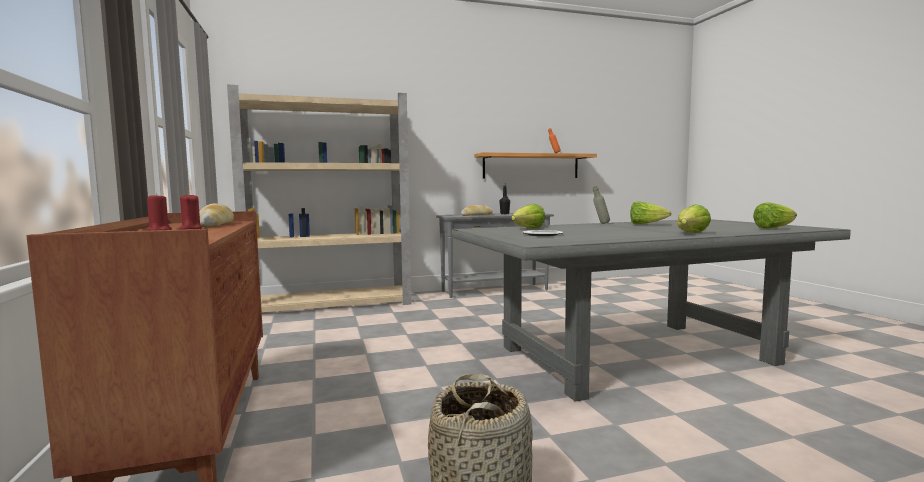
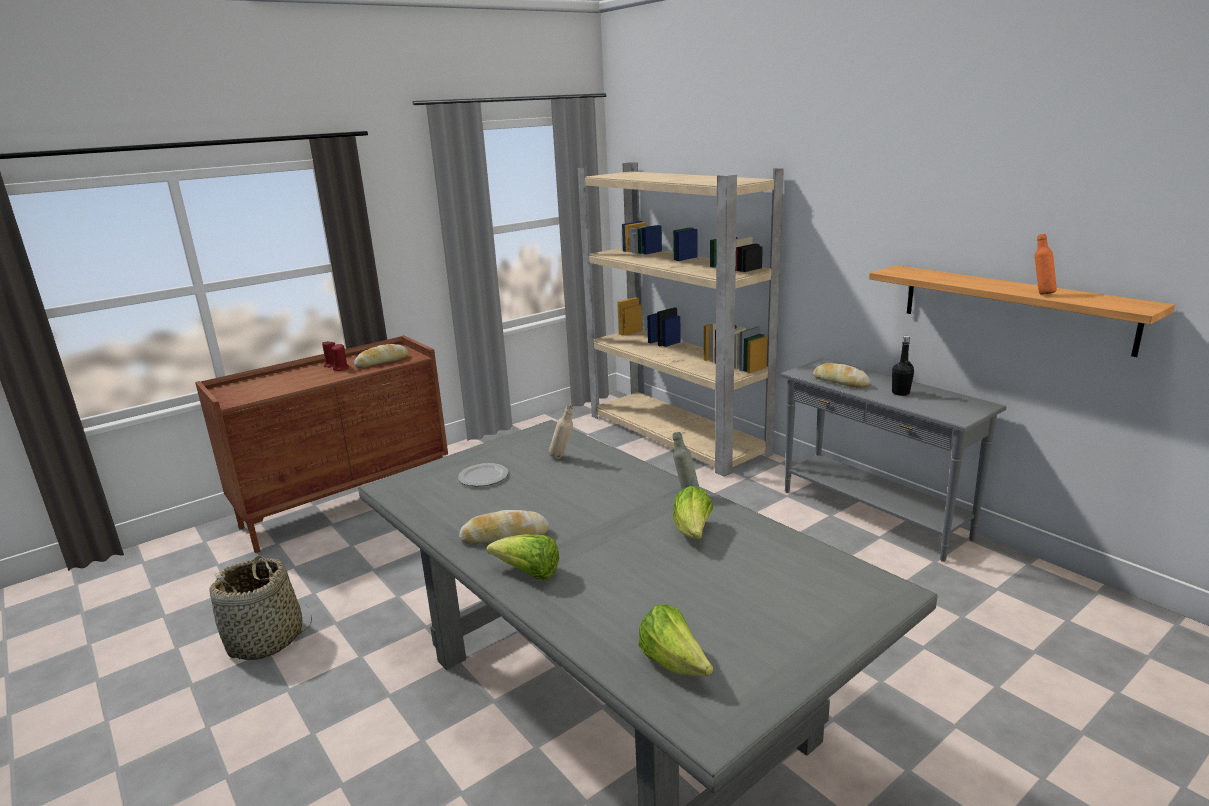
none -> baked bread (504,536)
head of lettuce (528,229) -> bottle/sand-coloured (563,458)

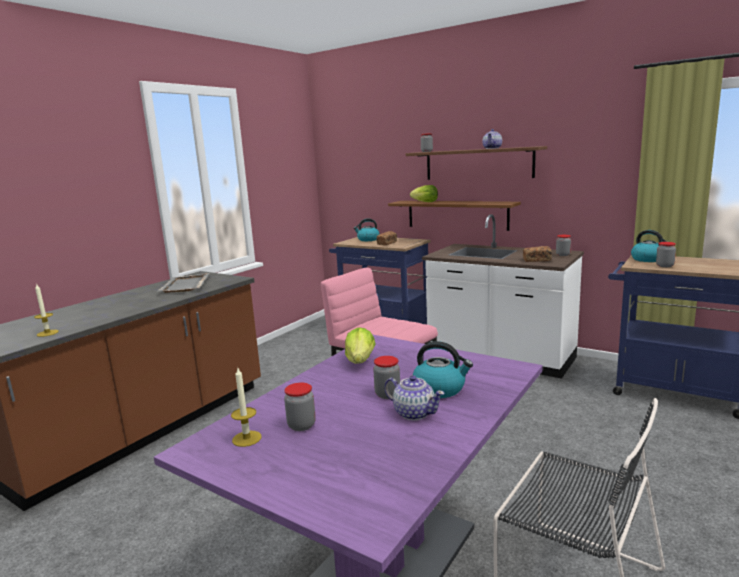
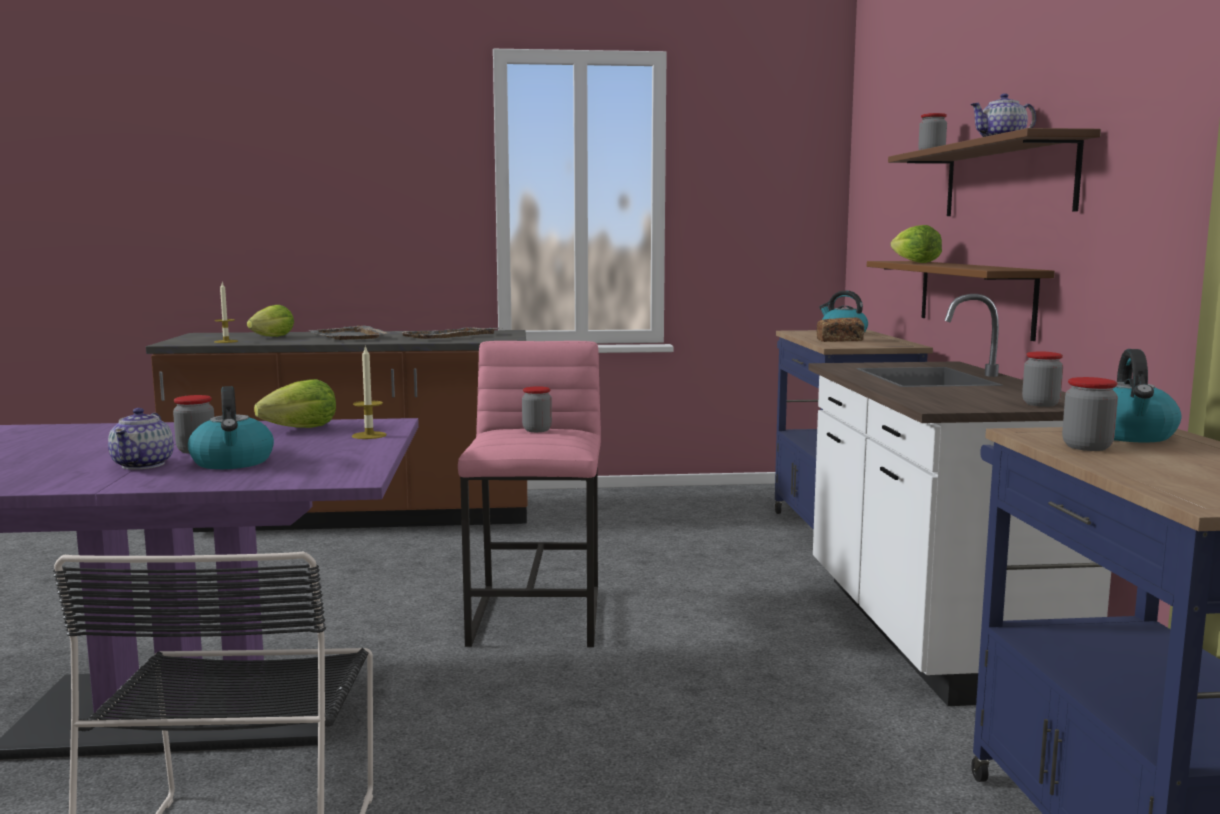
baked bread (537,260) -> none
none -> head of lettuce (273,337)
none -> tray/greyish (348,336)
candle (246,438) -> candle (369,435), moved
jar (301,425) -> jar (537,430), moved

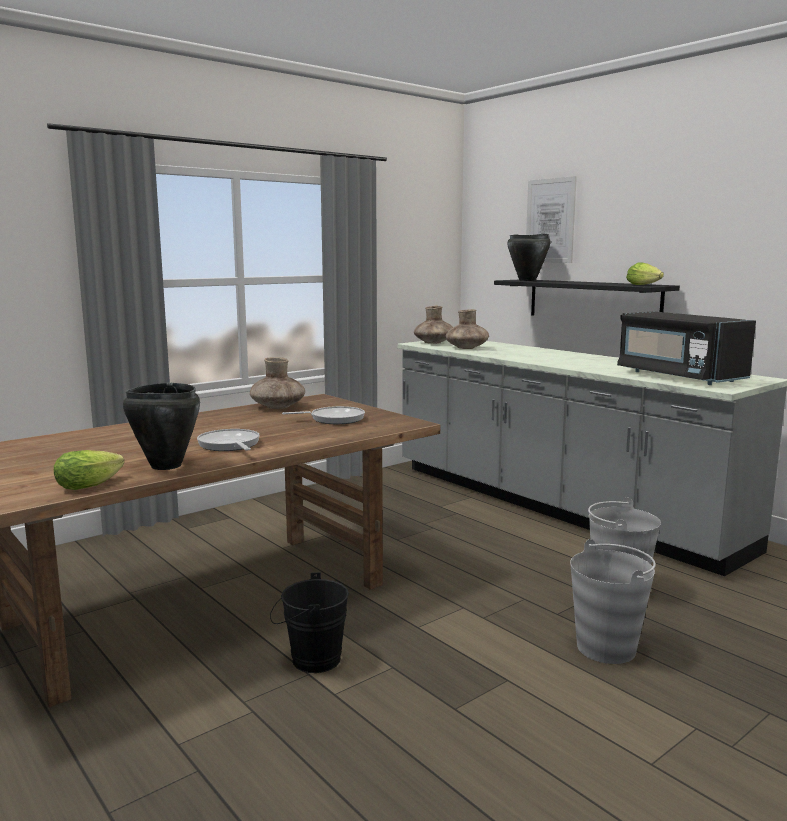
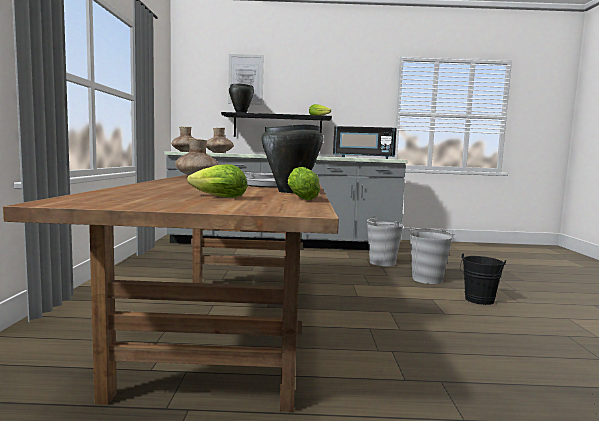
none -> head of lettuce (215,197)
water bucket/black (310,660) -> water bucket/black (478,301), moved

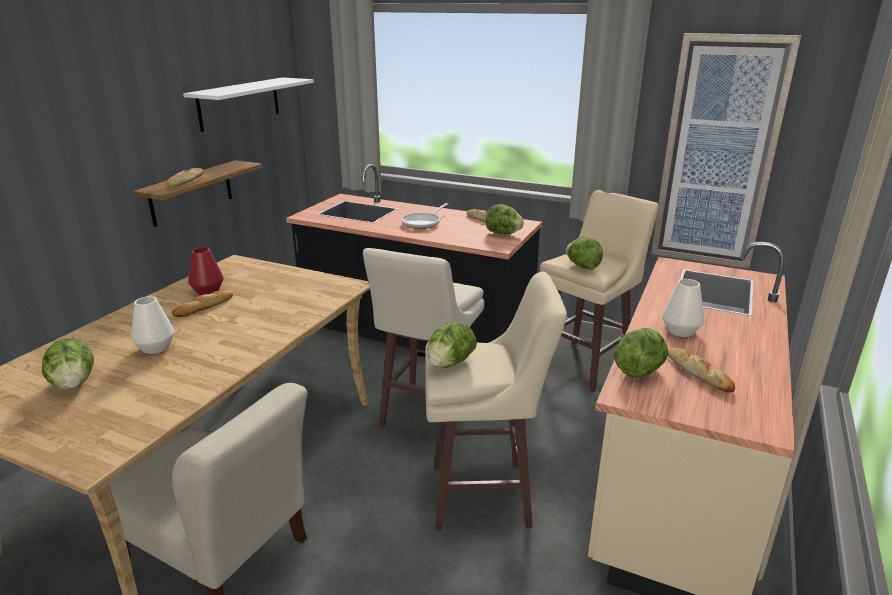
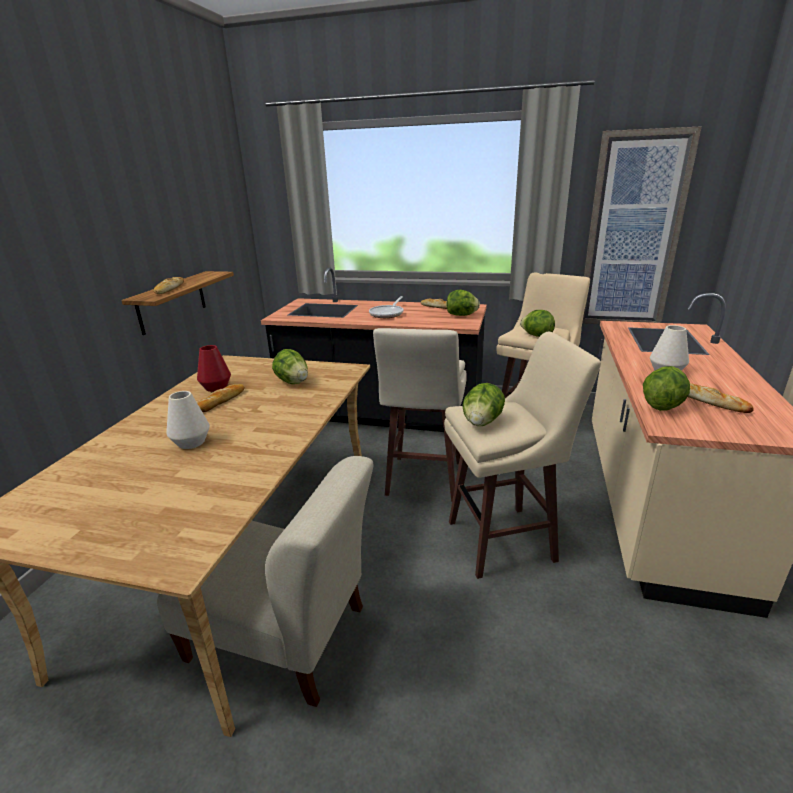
wall shelf/whitish (239,103) -> none
head of lettuce (74,384) -> head of lettuce (293,382), moved

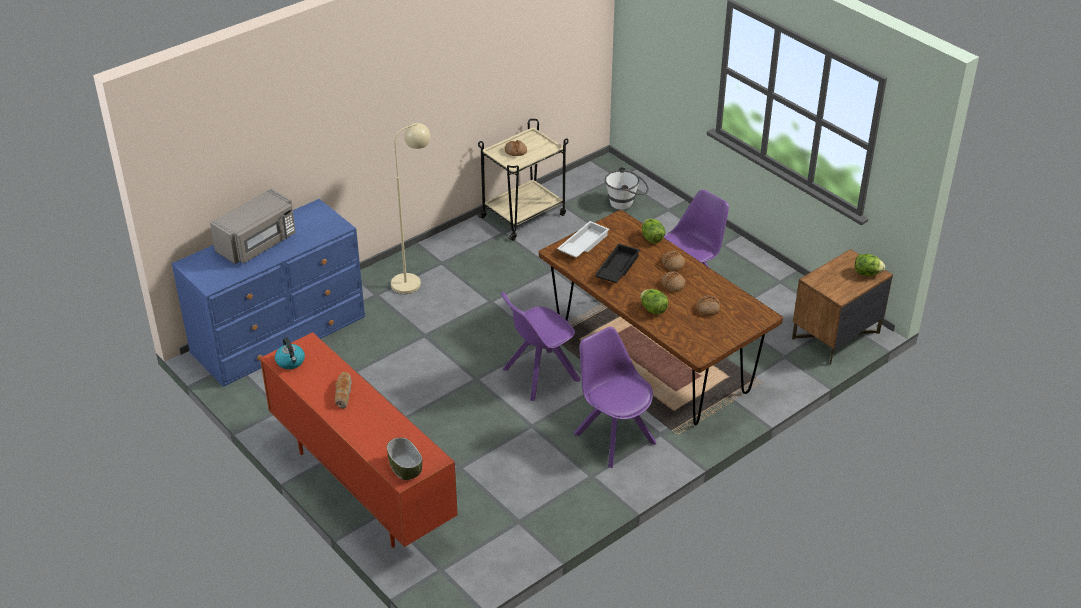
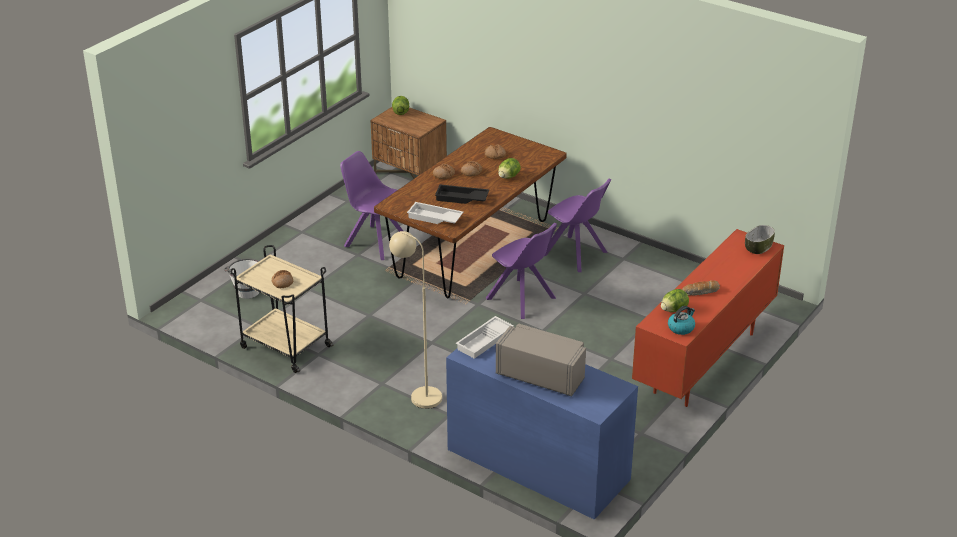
none -> tray/whitish (485,341)
head of lettuce (652,239) -> head of lettuce (674,310), moved
chair/purplish (613,437) -> chair/purplish (575,254), 90 degrees counterclockwise

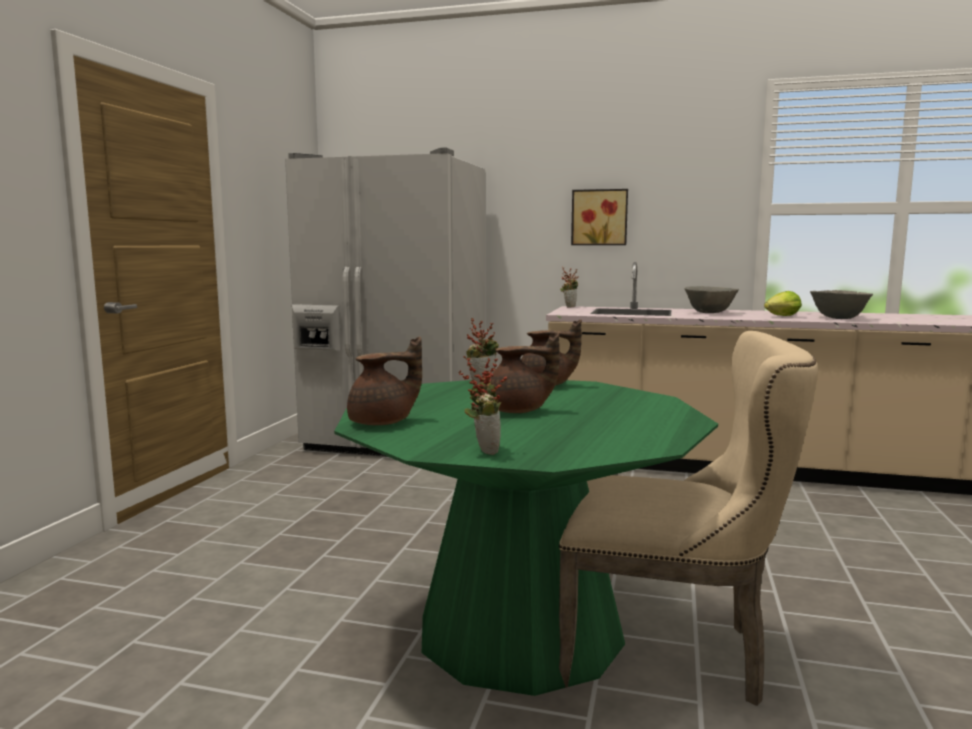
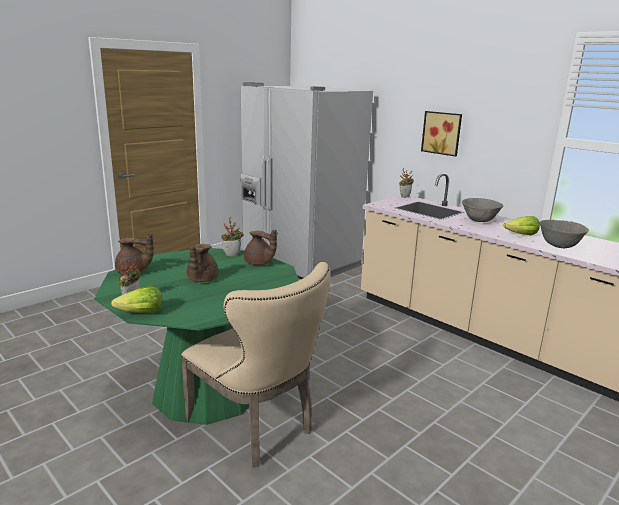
none -> head of lettuce (141,313)
pot for tea/brown-coloured (518,411) -> pot for tea/brown-coloured (201,279), 75 degrees clockwise

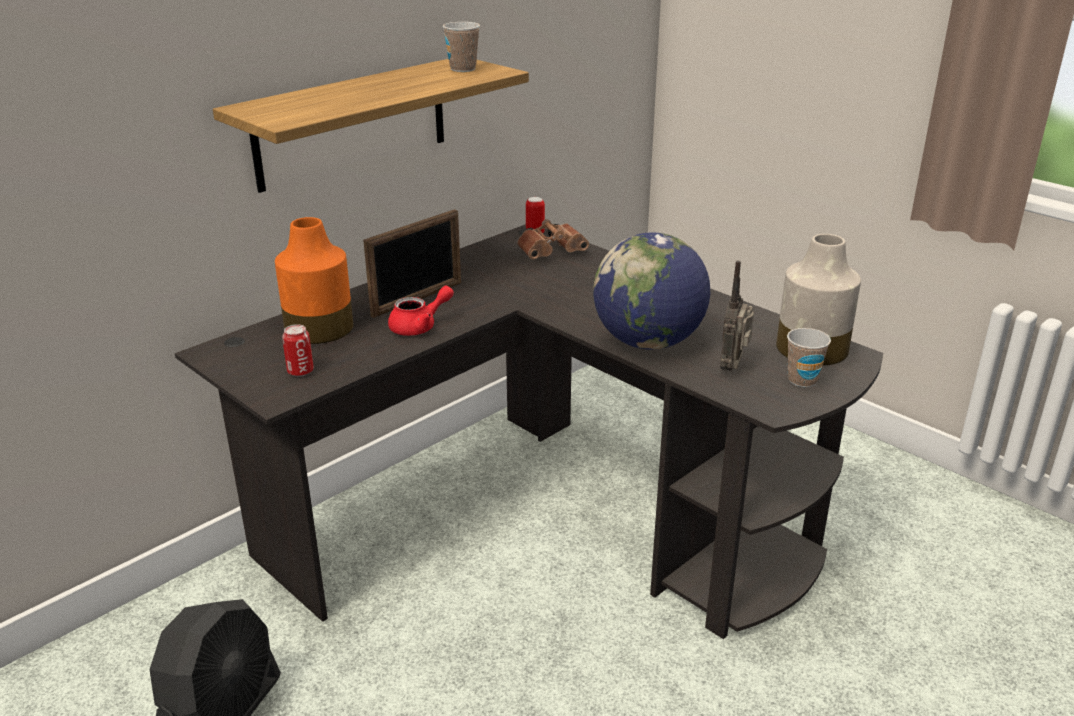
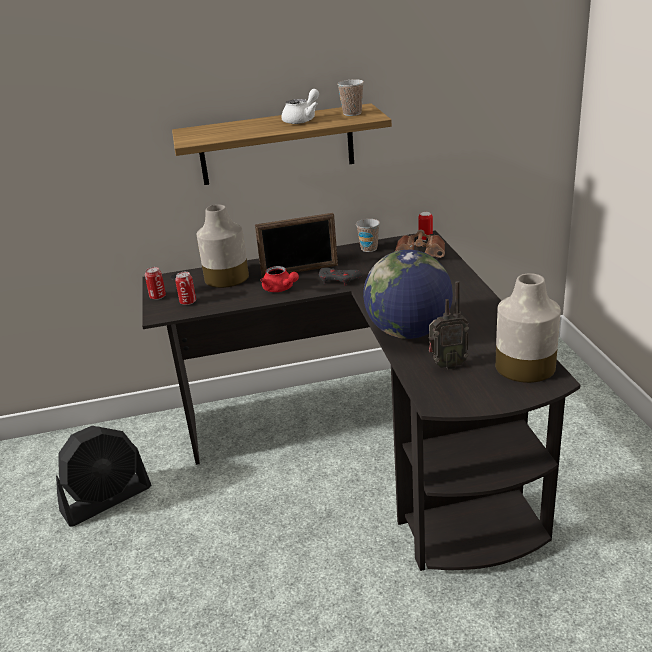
none -> sealed can (157,296)
none -> pot for tea/whitish (302,120)
none -> joypad/greyish (338,279)
drinking cup (802,380) -> drinking cup (369,249), moved
vase/orange-coloured (318,327) -> vase/sand-coloured (226,277)
pot for tea/reddish (419,327) -> pot for tea/reddish (280,289), 45 degrees clockwise
radio set (734,367) -> radio set (447,365), 150 degrees counterclockwise

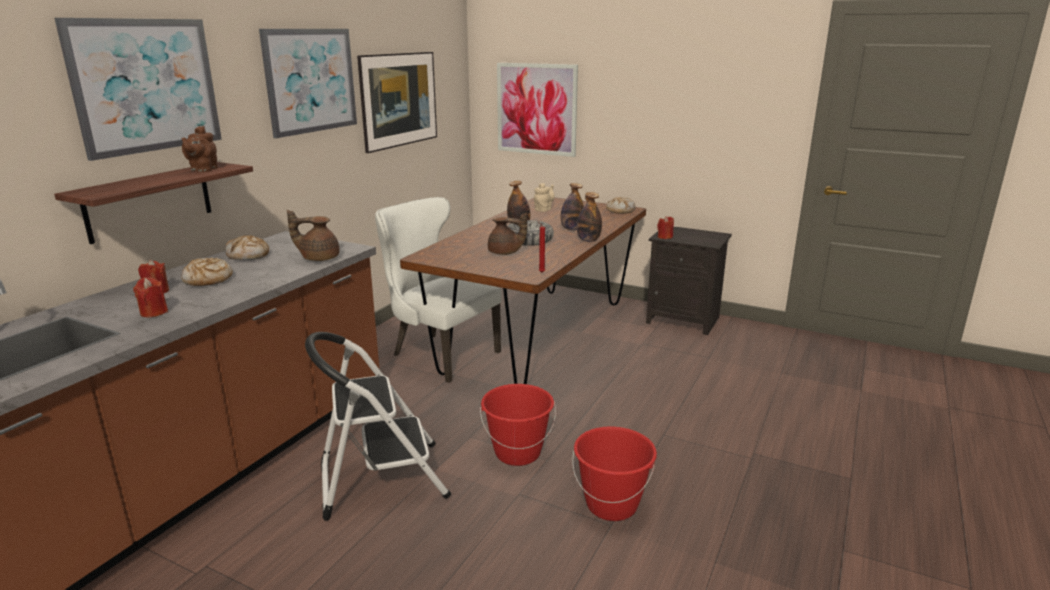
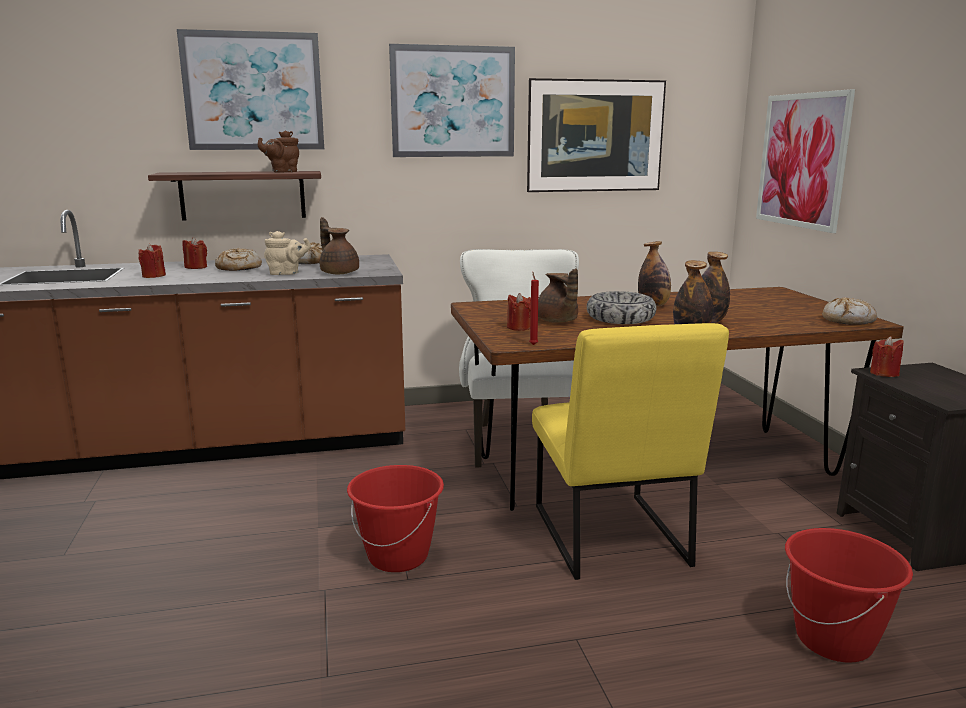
step stool (378,480) -> none
none -> candle/reddish (518,327)
none -> chair/yellow-coloured (610,537)
pot for tea/sand-coloured (544,209) -> pot for tea/sand-coloured (287,273), moved
water bucket/reddish (612,505) -> water bucket/reddish (834,640), moved

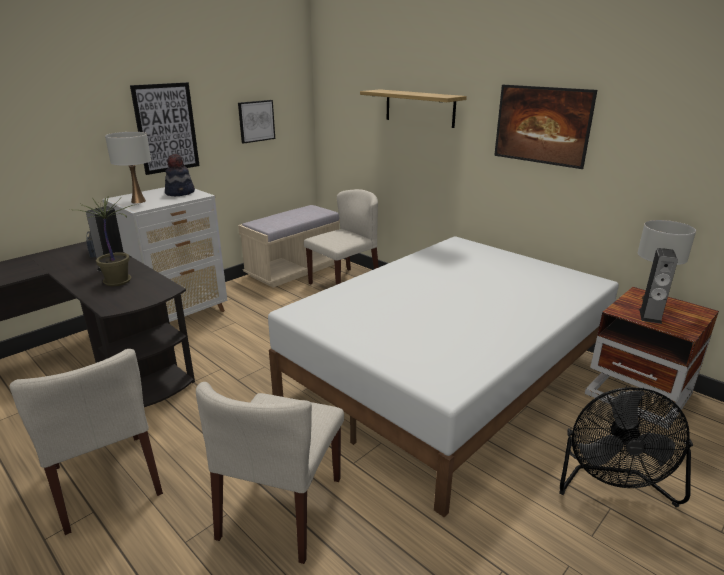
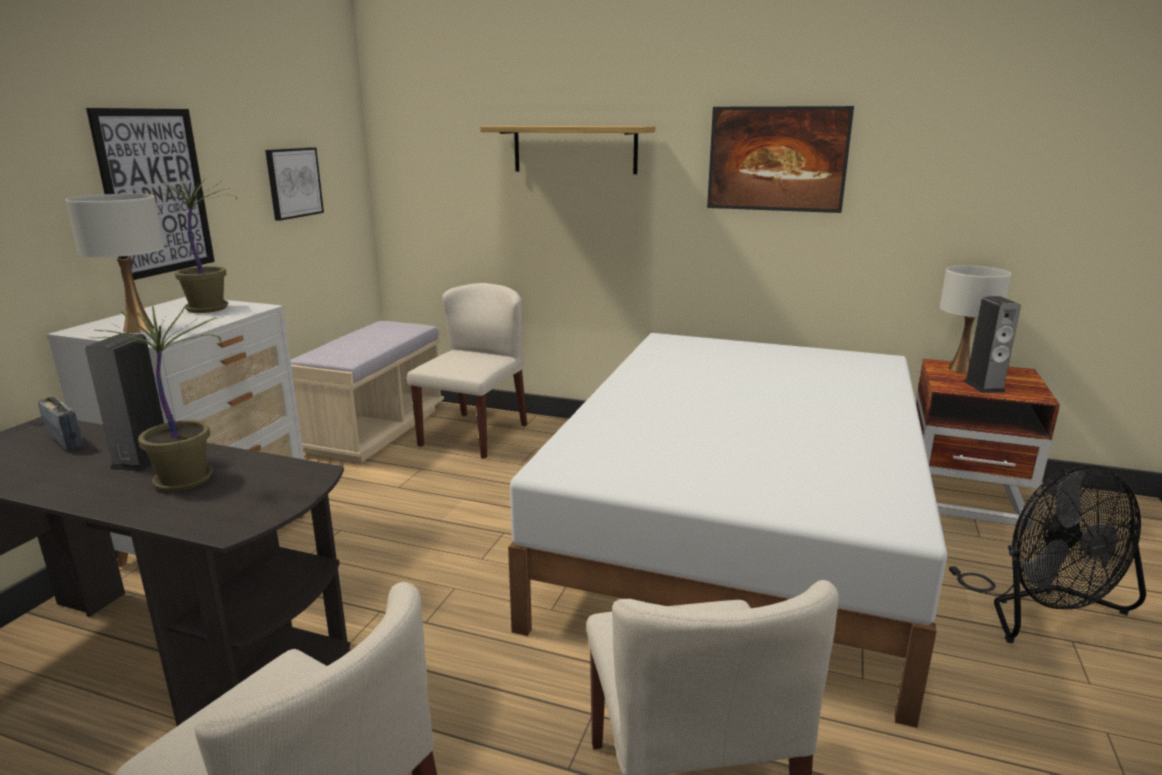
hat (180,193) -> plant in a pot (209,308)

